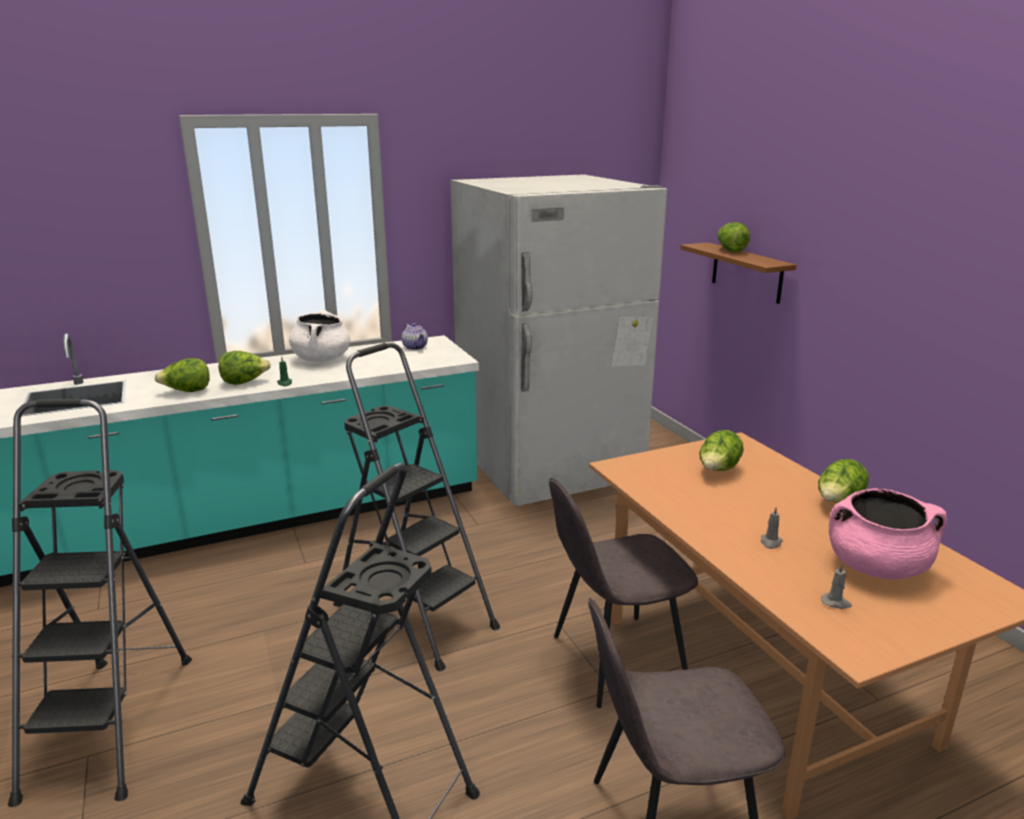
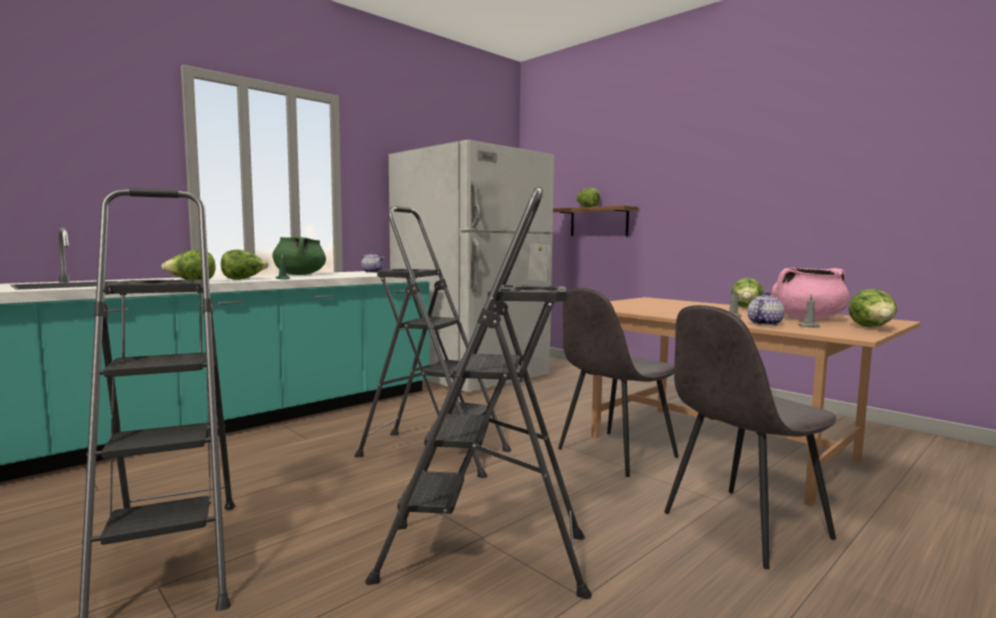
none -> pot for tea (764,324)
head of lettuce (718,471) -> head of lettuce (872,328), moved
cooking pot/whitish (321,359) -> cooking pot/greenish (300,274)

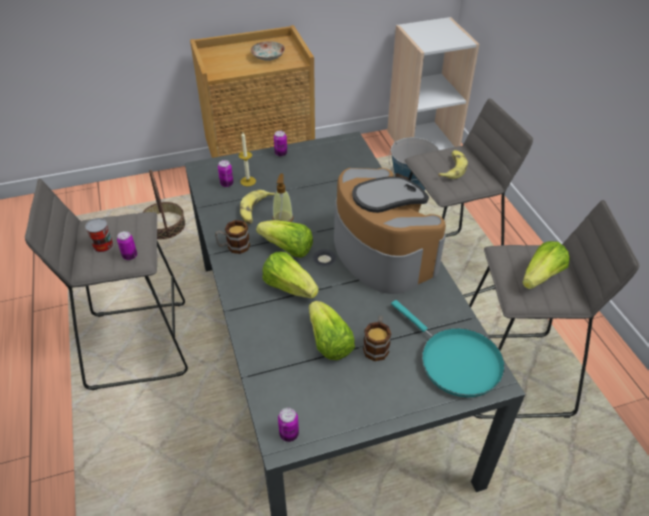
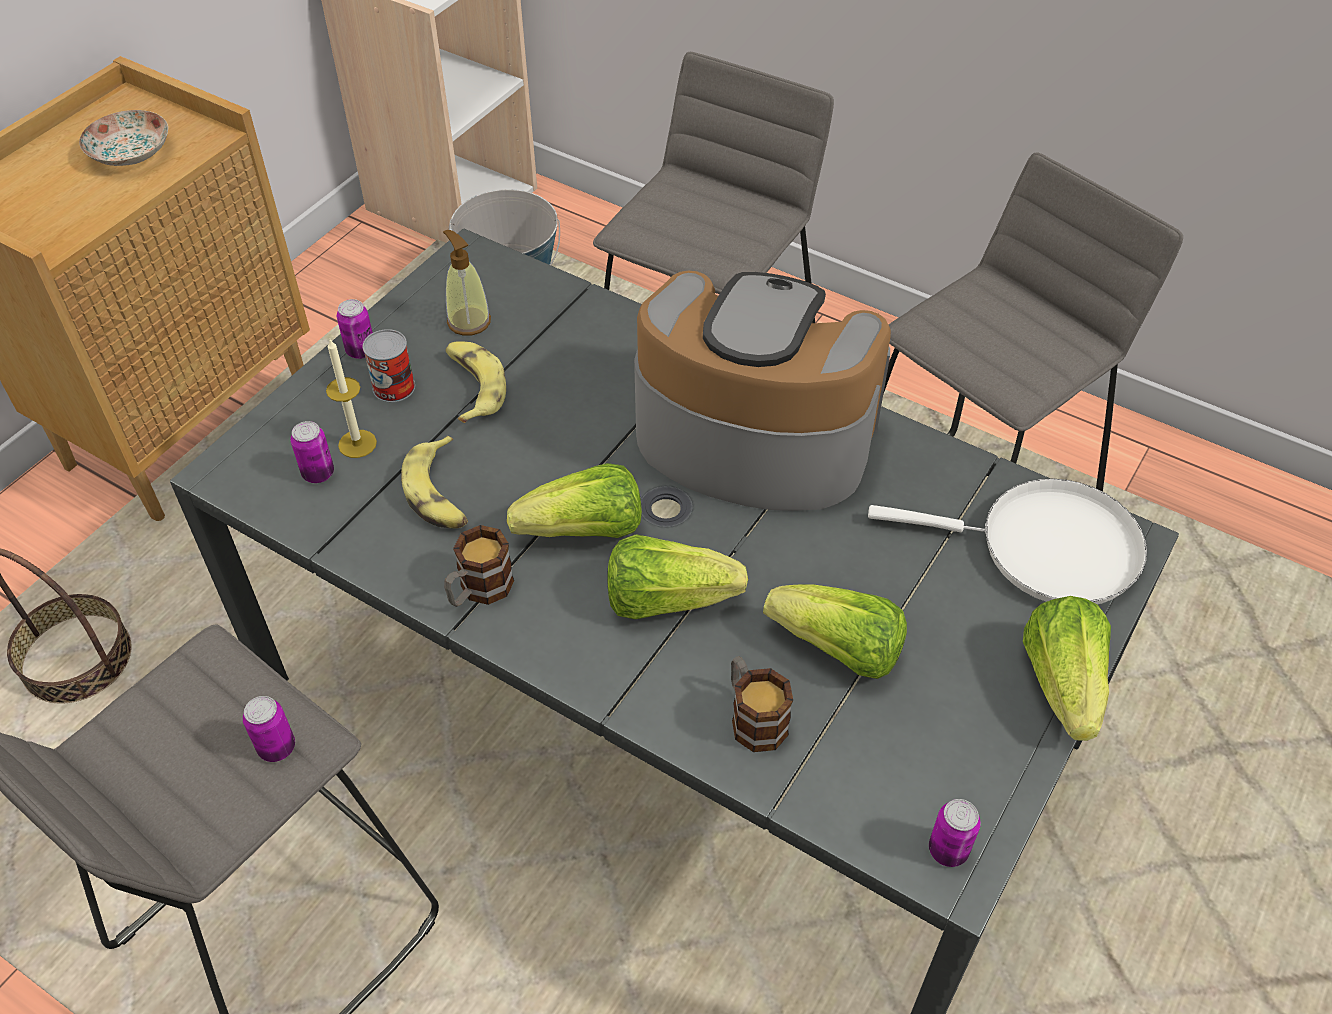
sealed can (103,245) -> sealed can (394,387), moved
soap dispenser (283,218) -> soap dispenser (468,321), moved
coffee mug (376,345) -> coffee mug (753,717), moved
banana (452,168) -> banana (473,387), moved
head of lettuce (541,277) -> head of lettuce (1063,683), moved
pan/turquoise (455,361) -> pan/whitish (1046,548)

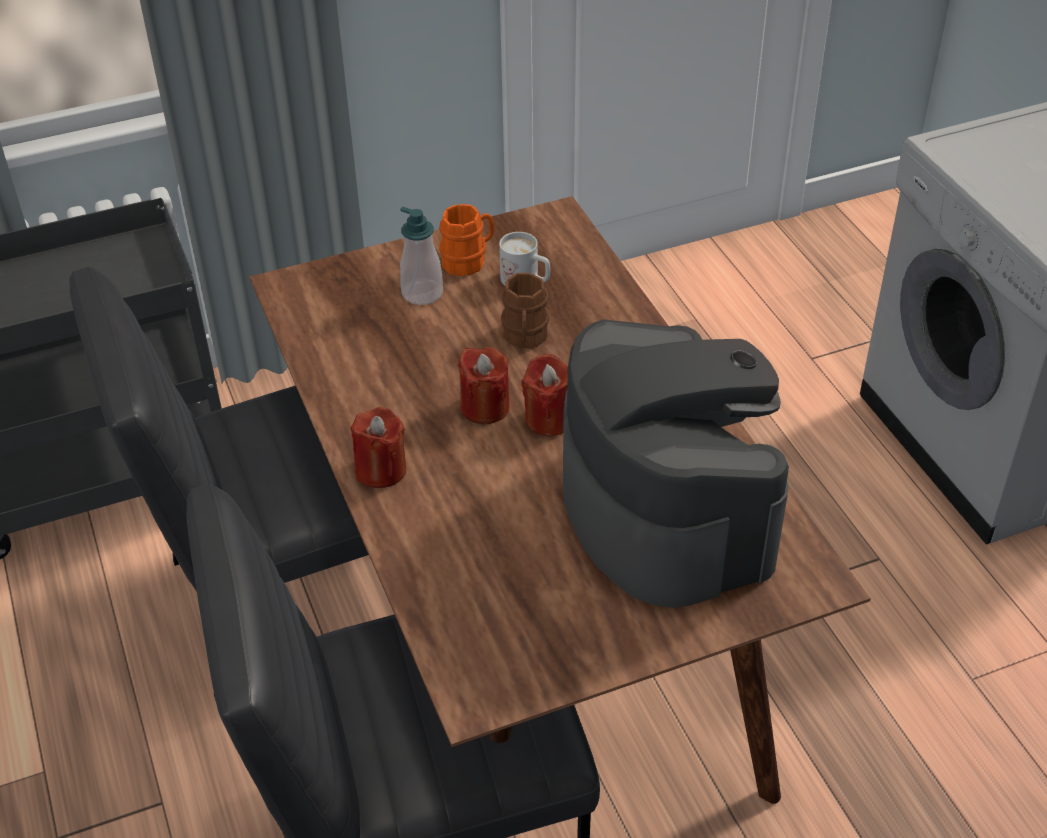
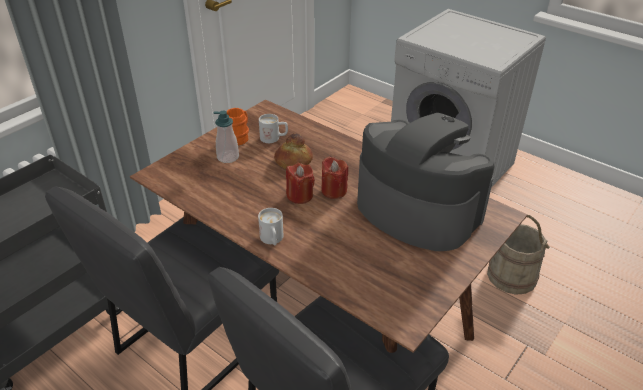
none -> water bucket/sand-coloured (512,276)
candle/reddish (381,470) -> coffee mug/whitish (272,240)
coffee mug/brown-coloured (525,338) -> baked bread (293,161)

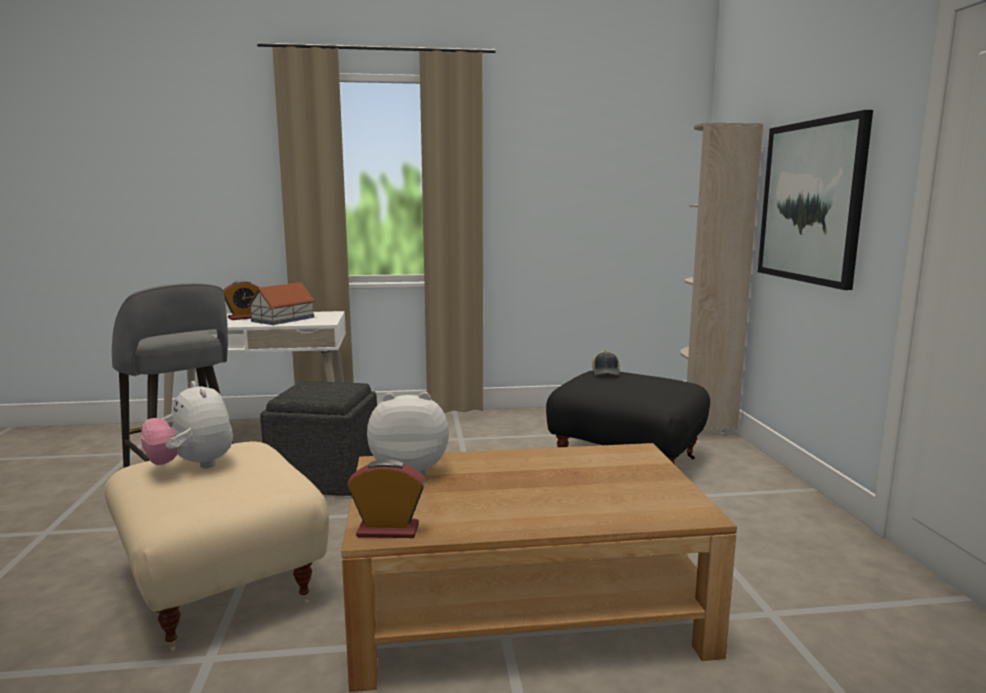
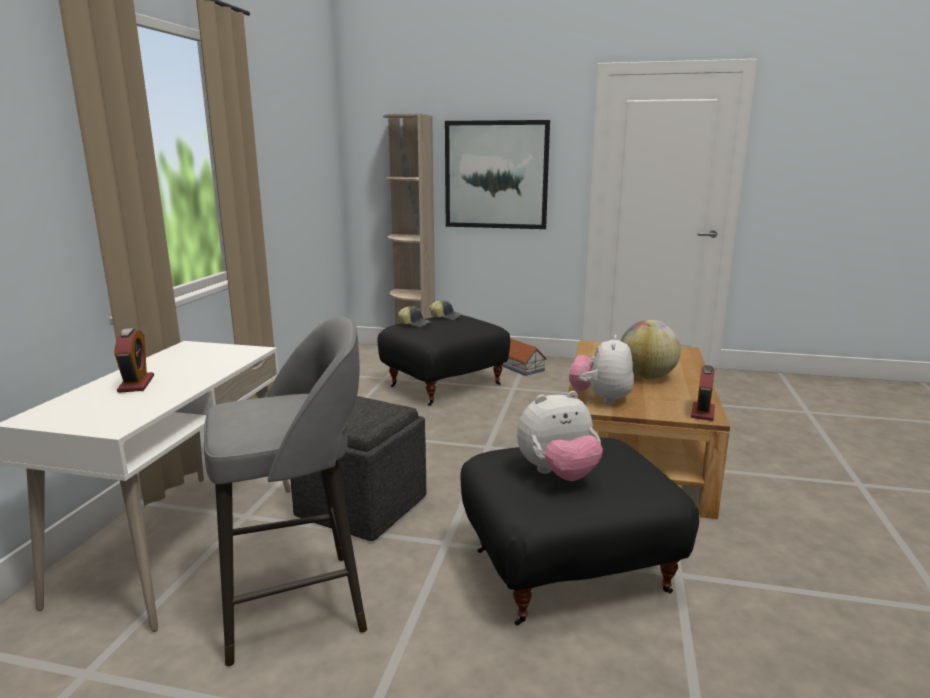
none -> baseball cap (446,317)
none -> globe (647,377)
toy house (284,319) -> toy house (522,367), moved
footrest/sand-coloured (224,585) -> footrest/black (568,569)

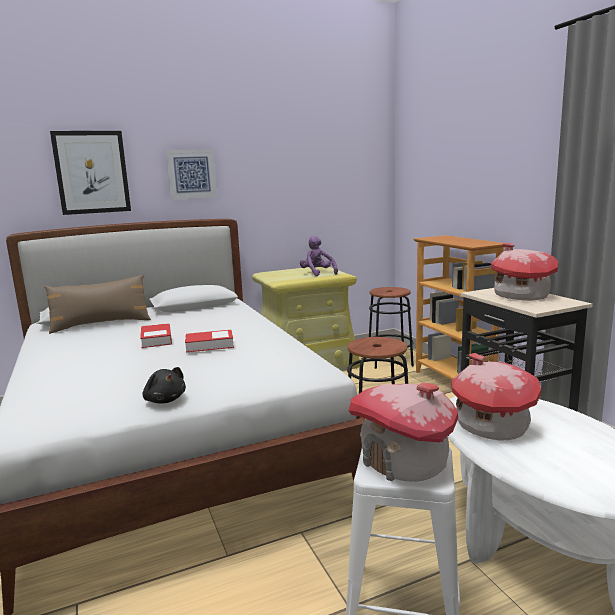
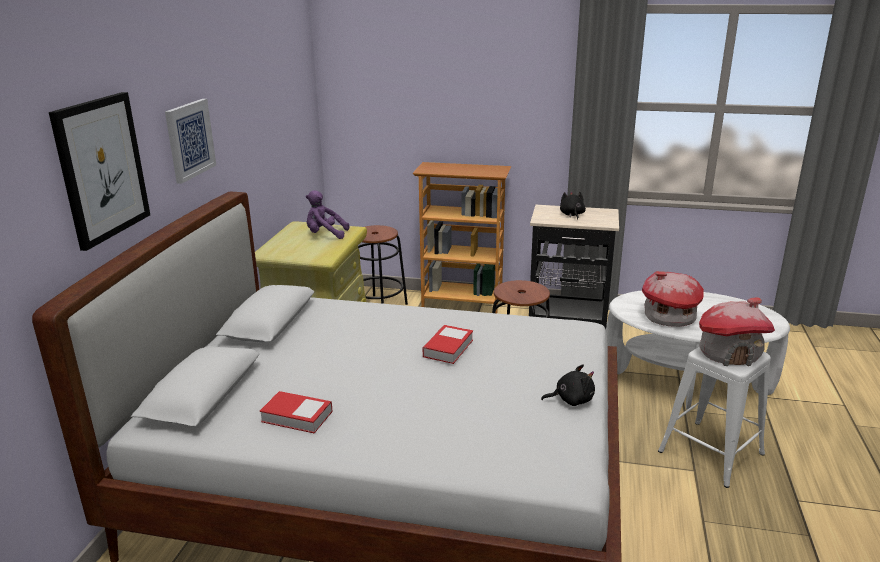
pillow/brown-coloured (101,324) -> none
bound book (156,339) -> bound book (297,416), moved
toy house (520,296) -> cuddly toy/black (572,215)

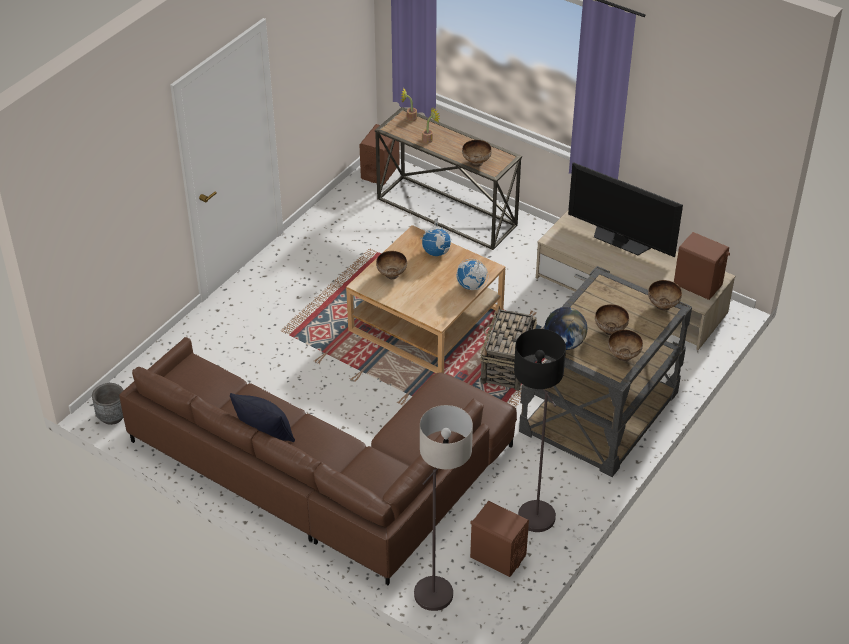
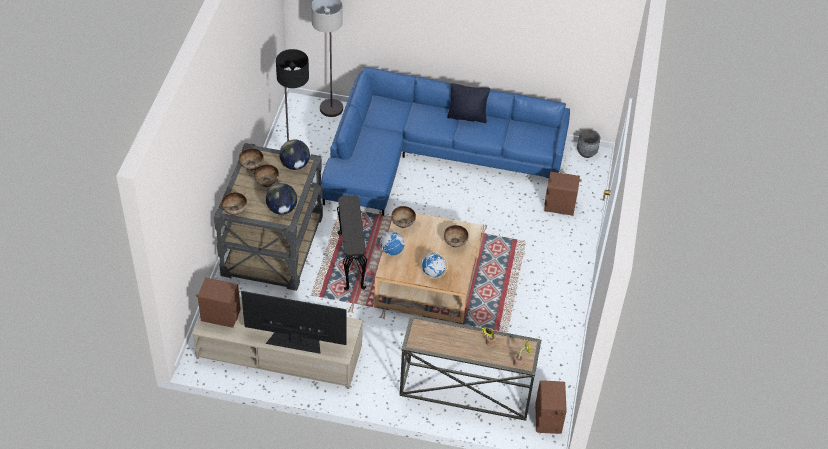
none -> globe (282,209)
deep dish (476,162) -> deep dish (402,224), moved
audio speaker/brown-coloured (497,556) -> audio speaker/brown-coloured (559,206), moved
household basket (507,365) -> end table/black (351,261)
settee/brown-coloured (325,473) -> settee/blue-coloured (431,155)

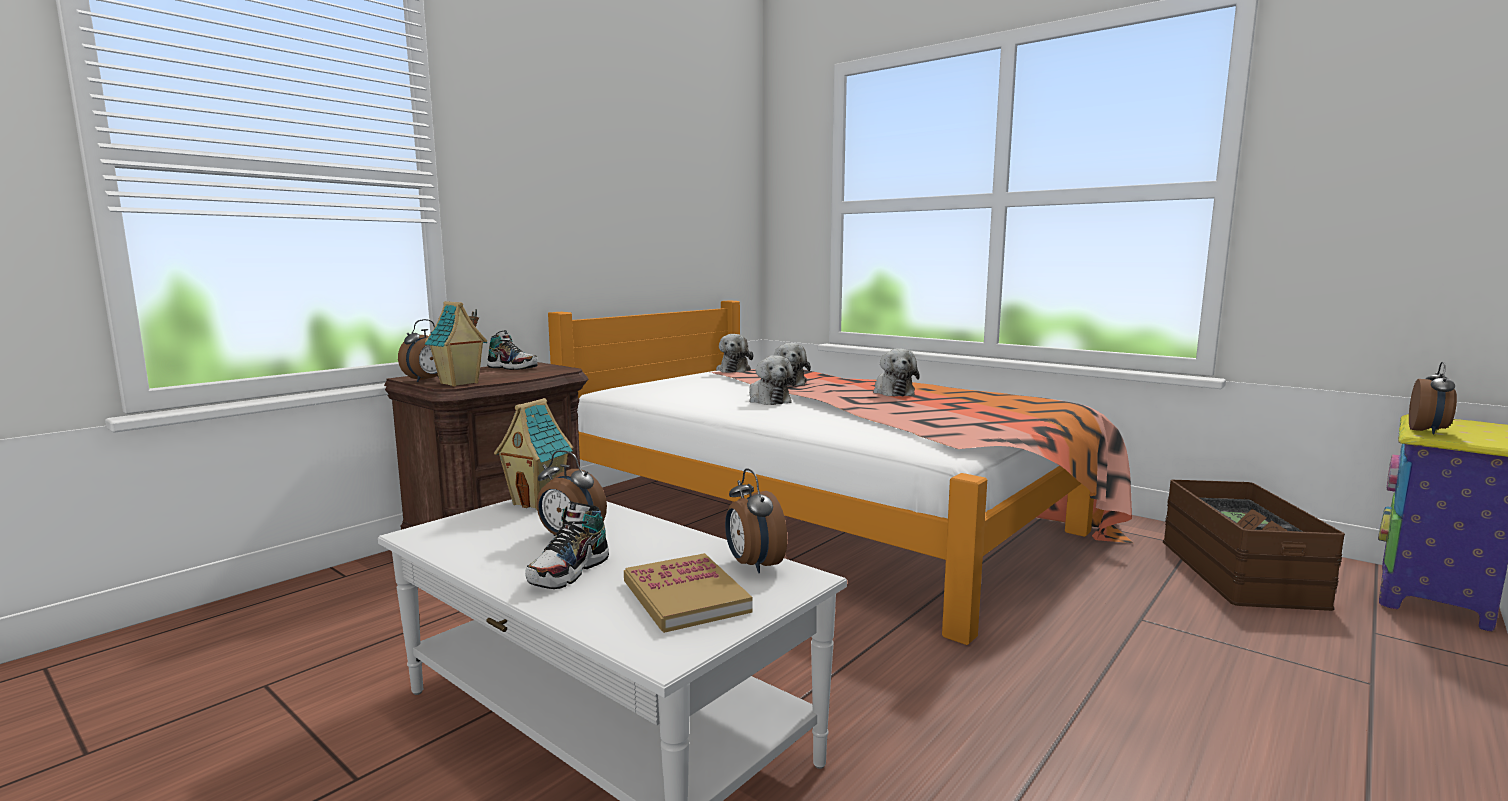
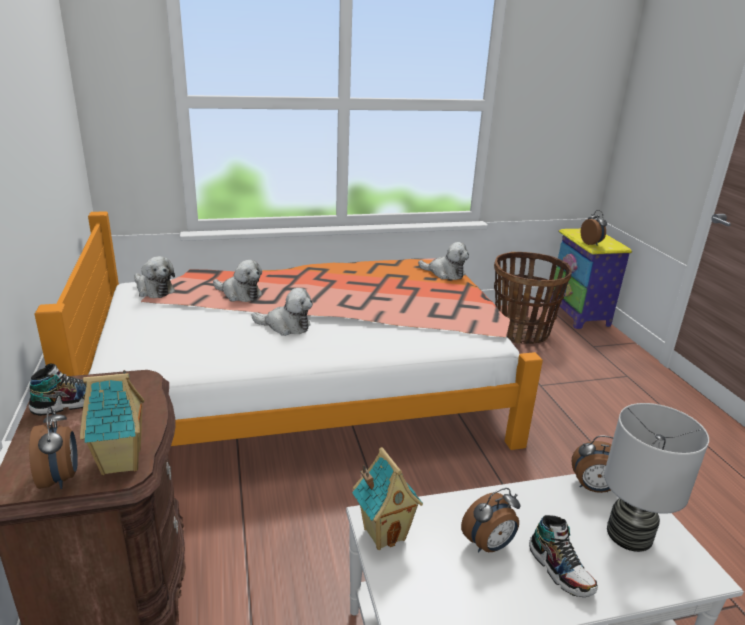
cuddly toy (892,392) -> cuddly toy (445,273), moved
bound book (685,596) -> table lamp/greyish (629,534)
storage container/brown-coloured (1241,572) -> household basket (521,332)

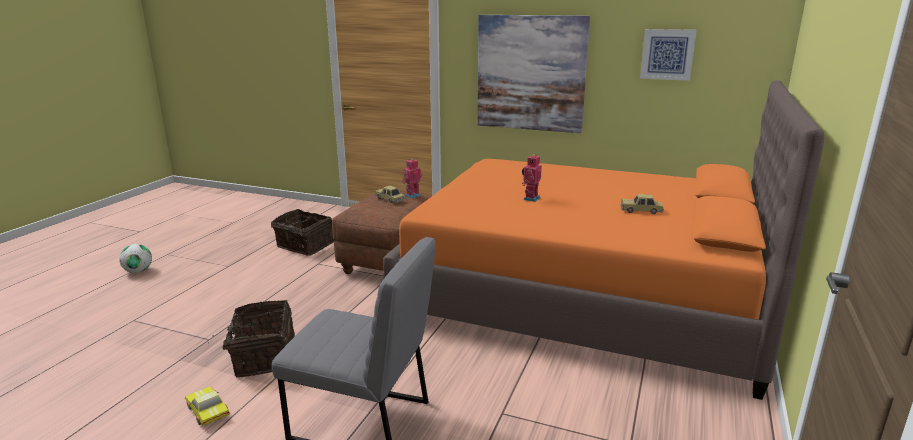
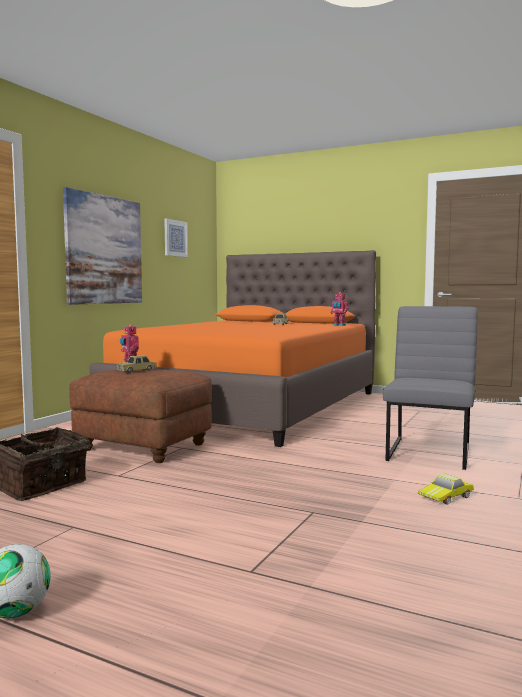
household basket (263,356) -> none
robot figure (530,198) -> robot figure (339,325), moved

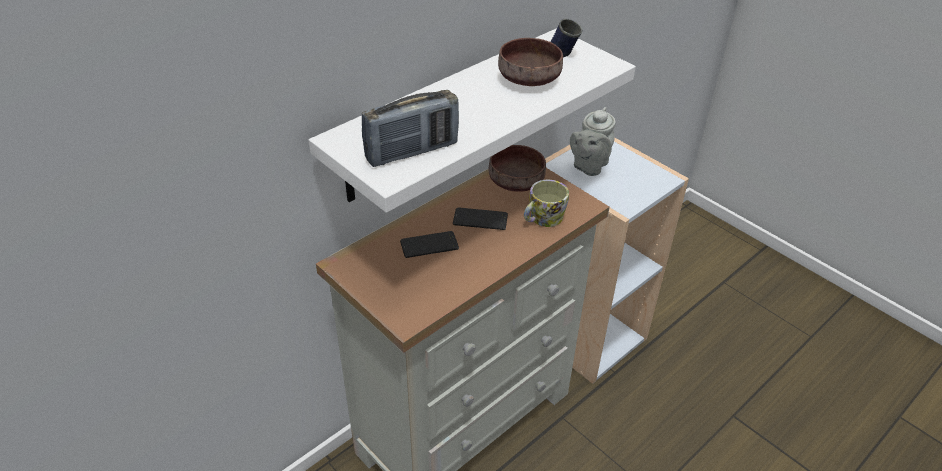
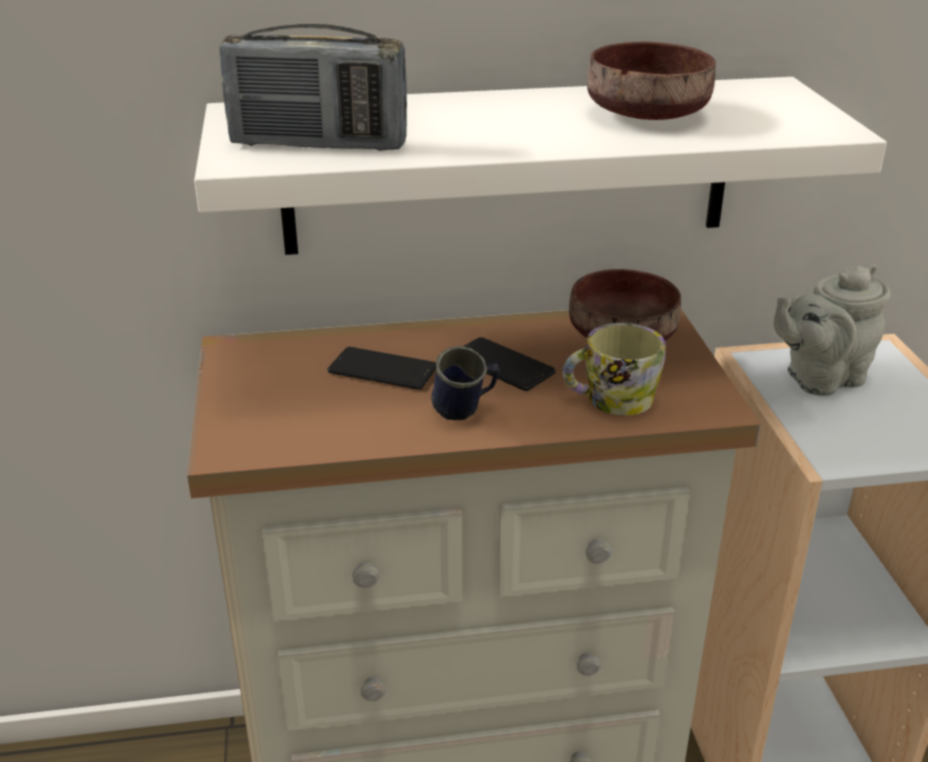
coffee mug/blue-coloured (565,52) -> coffee mug/blue-coloured (466,413), moved

